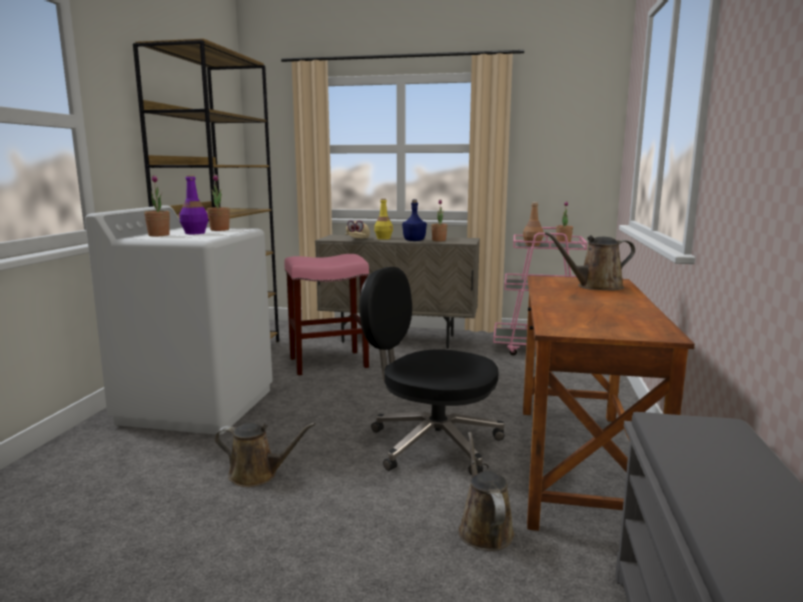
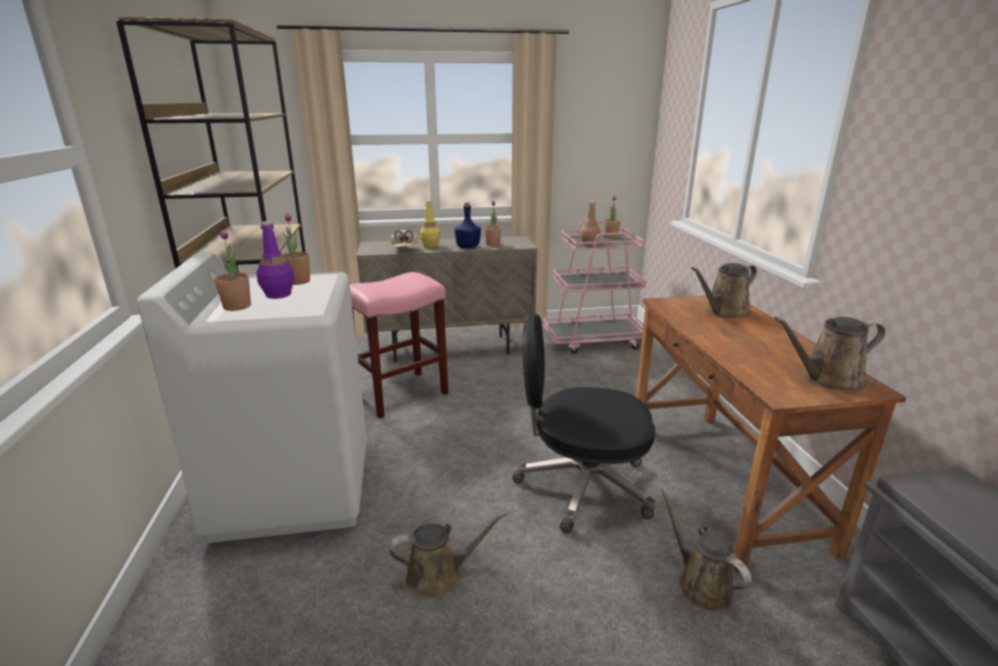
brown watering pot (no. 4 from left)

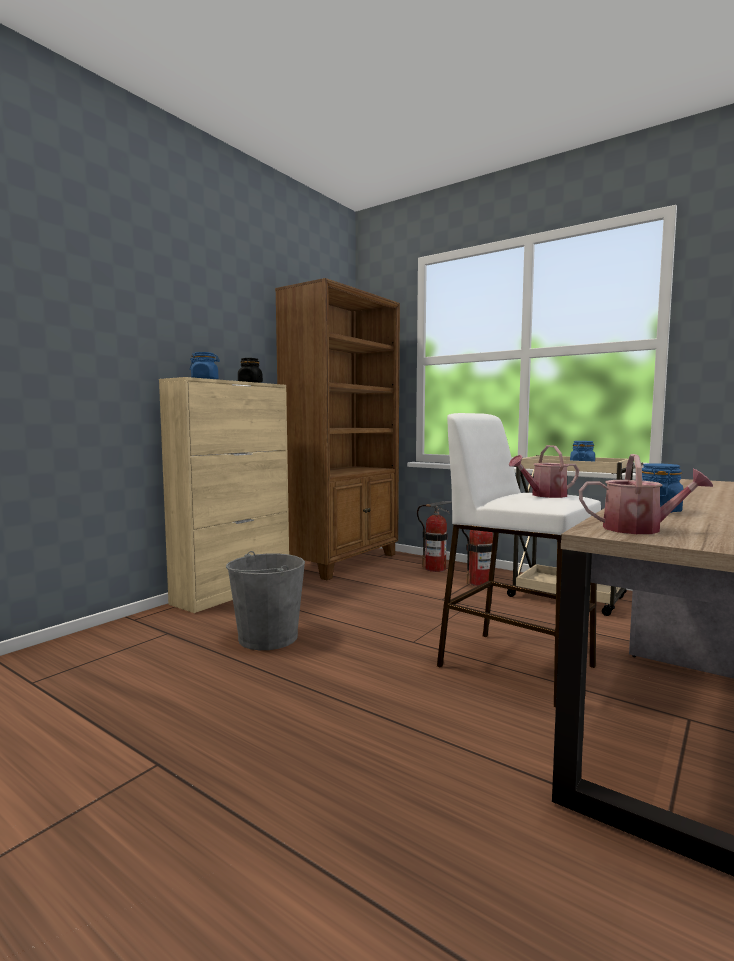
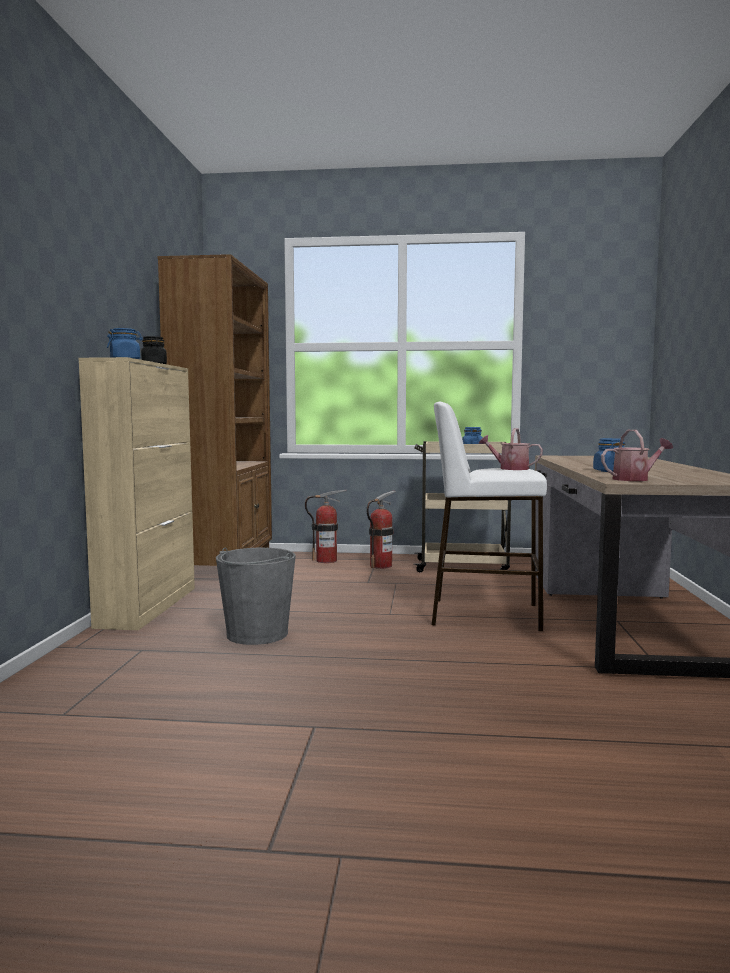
watering pot (no. 1 from left)

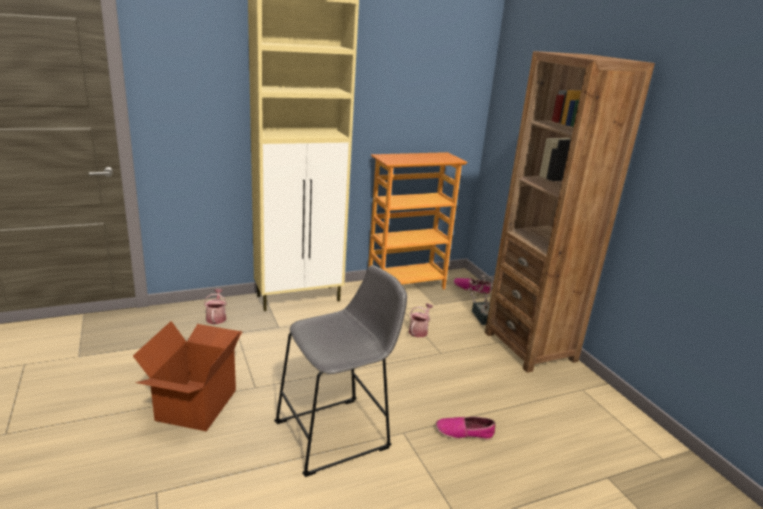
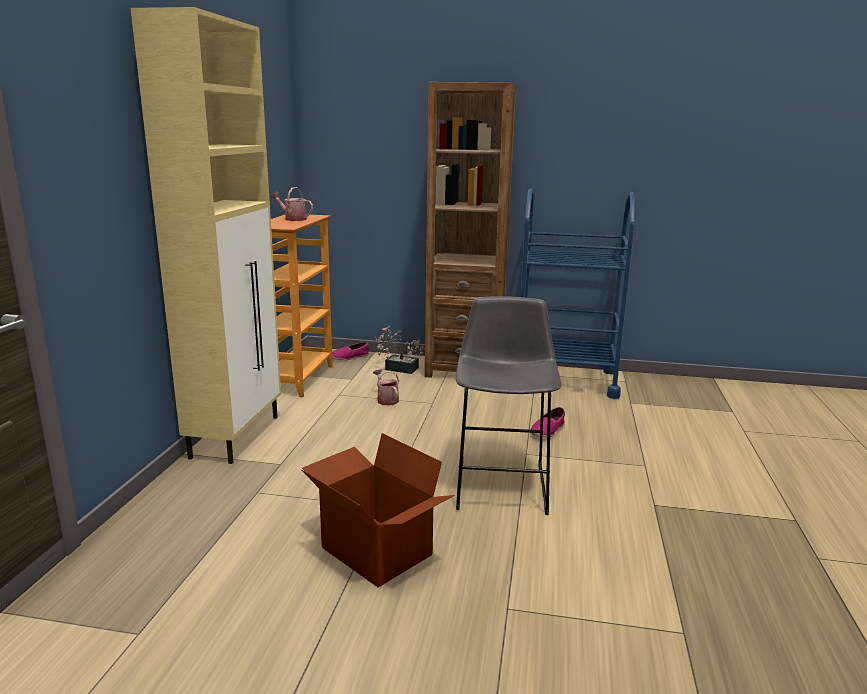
blue-coloured trolley
watering pot (no. 1 from left)

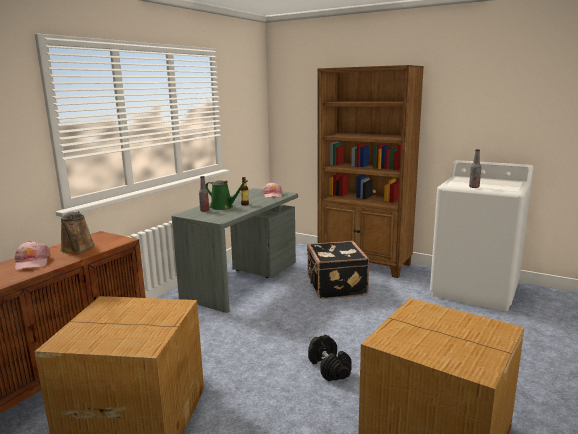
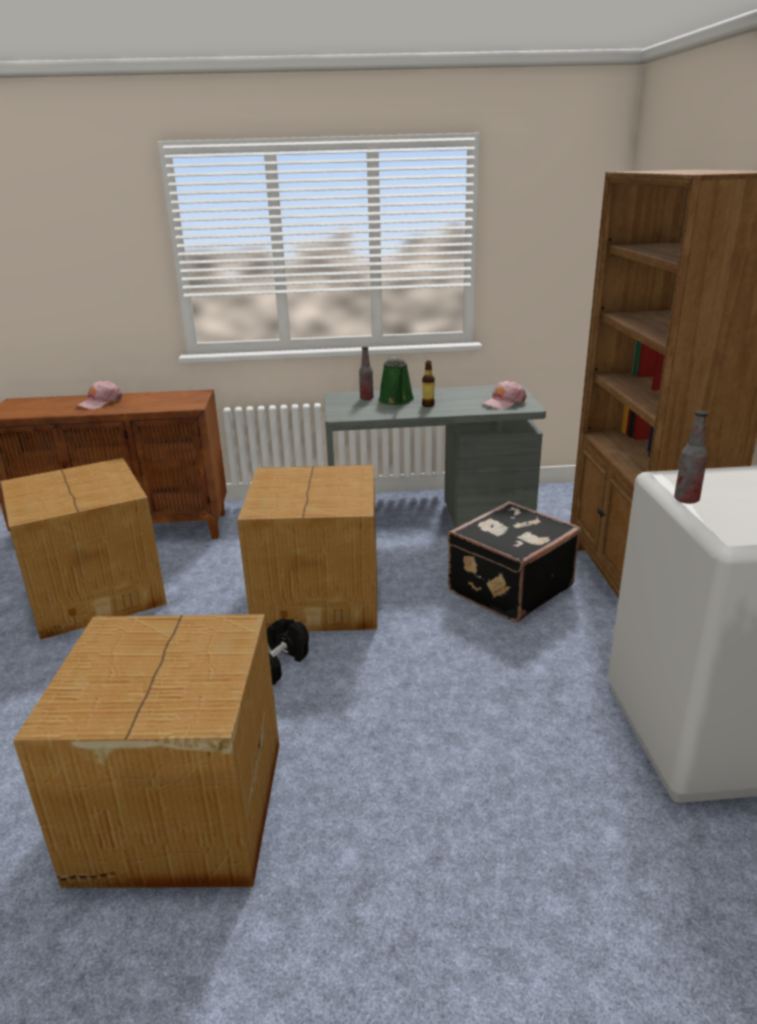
brown watering pot
cardboard box (no. 3 from left)

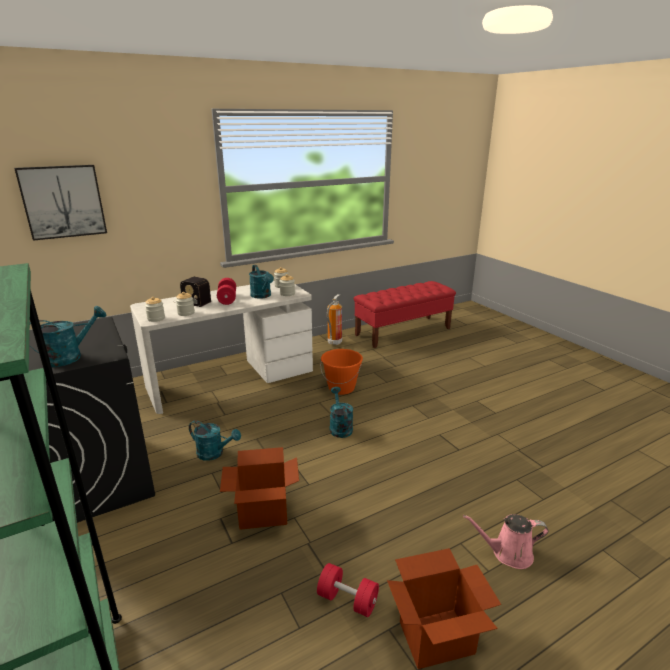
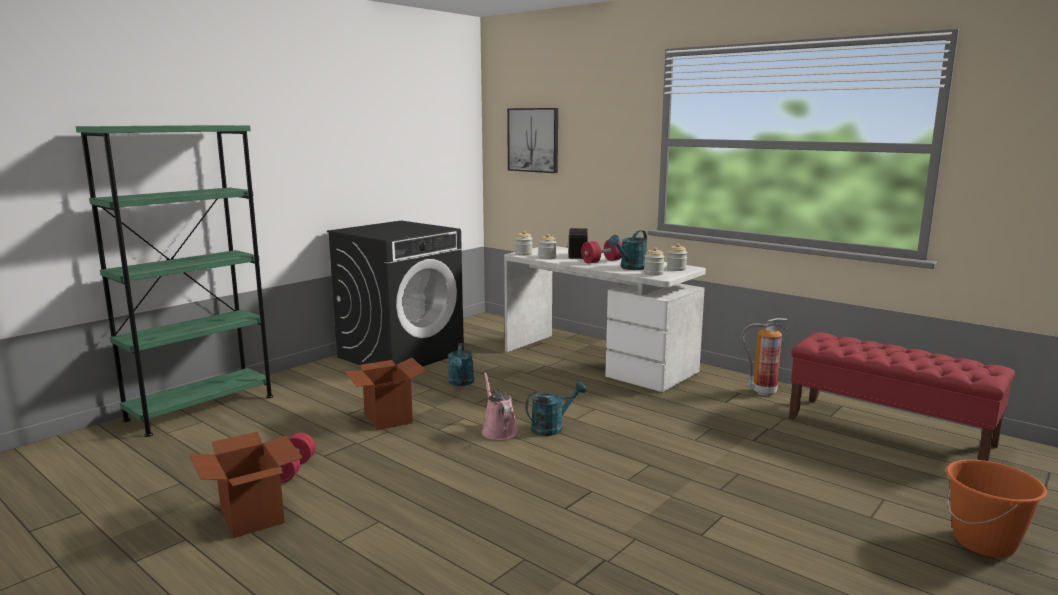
turquoise-coloured watering pot (no. 1 from left in the first image)
orangey water bucket
pink-coloured watering pot

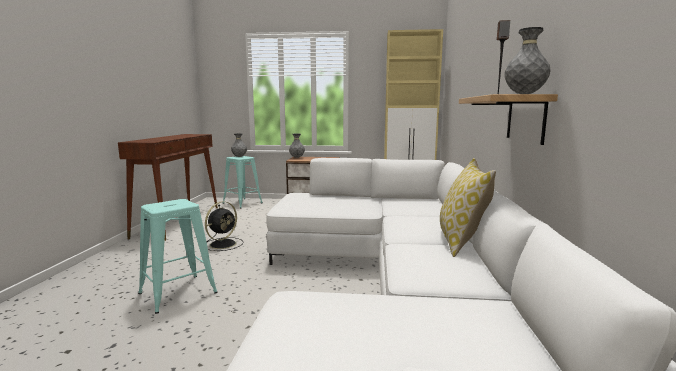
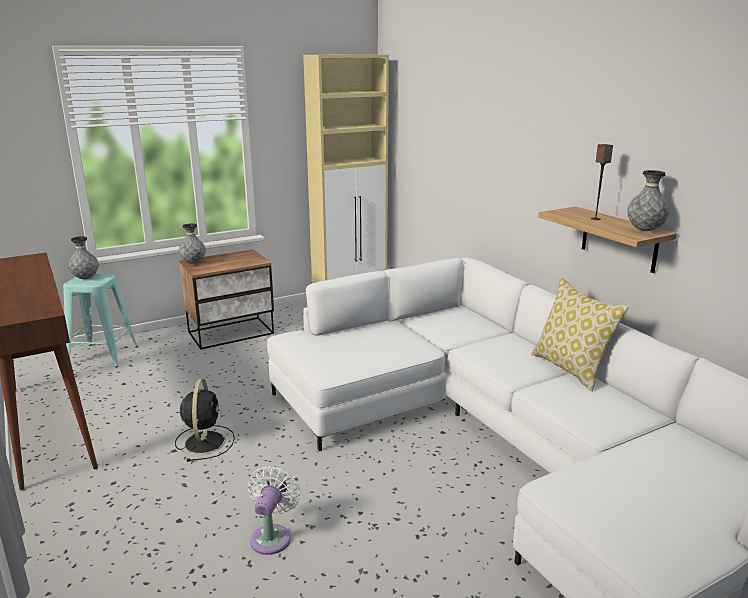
white-coloured cooling fan

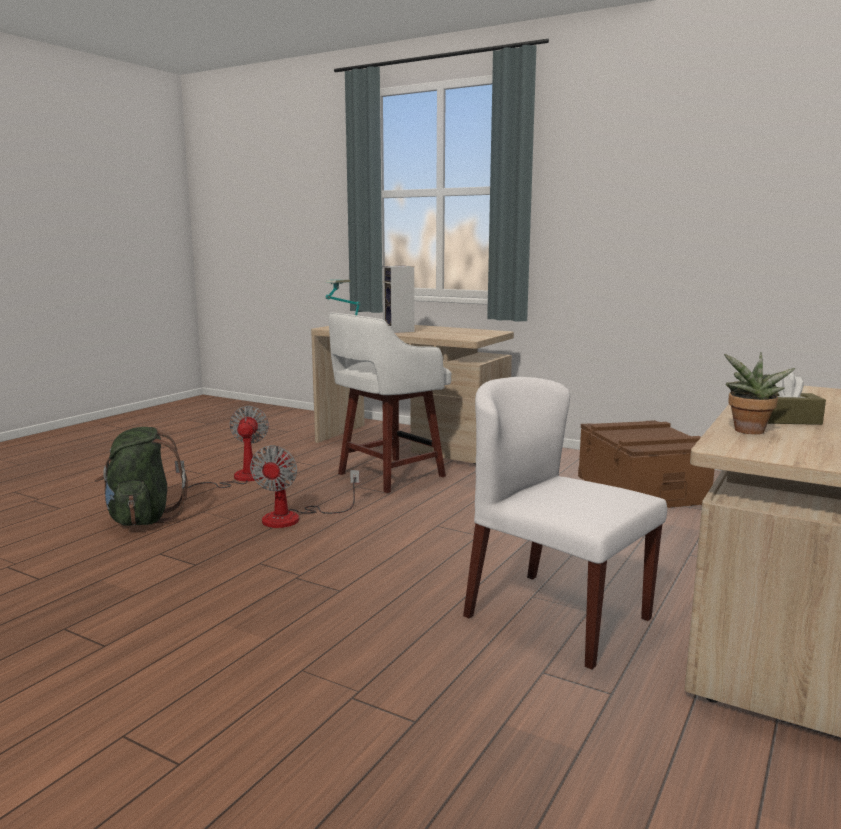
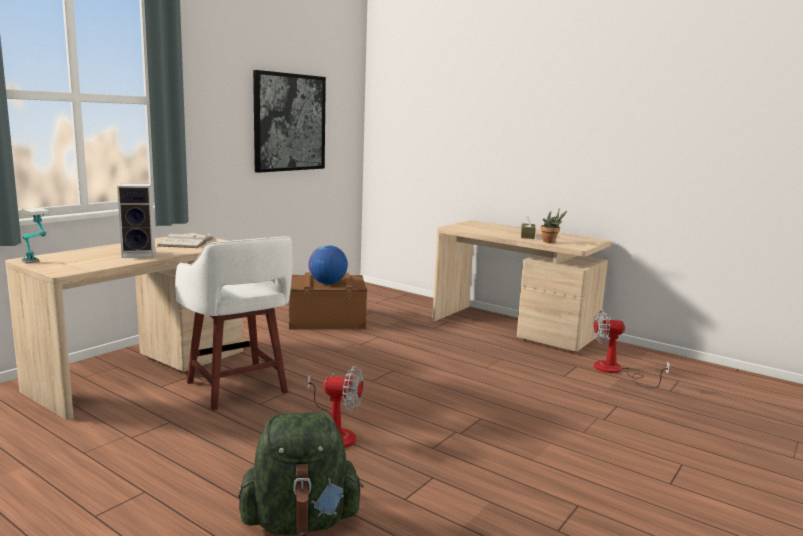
white-coloured upright chair
white-coloured book
picture
desk globe
cooling fan (no. 2 from left)

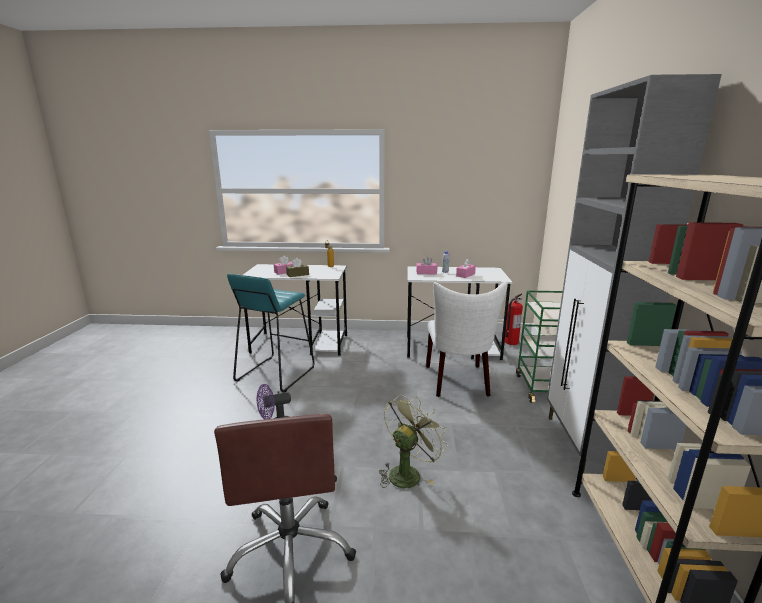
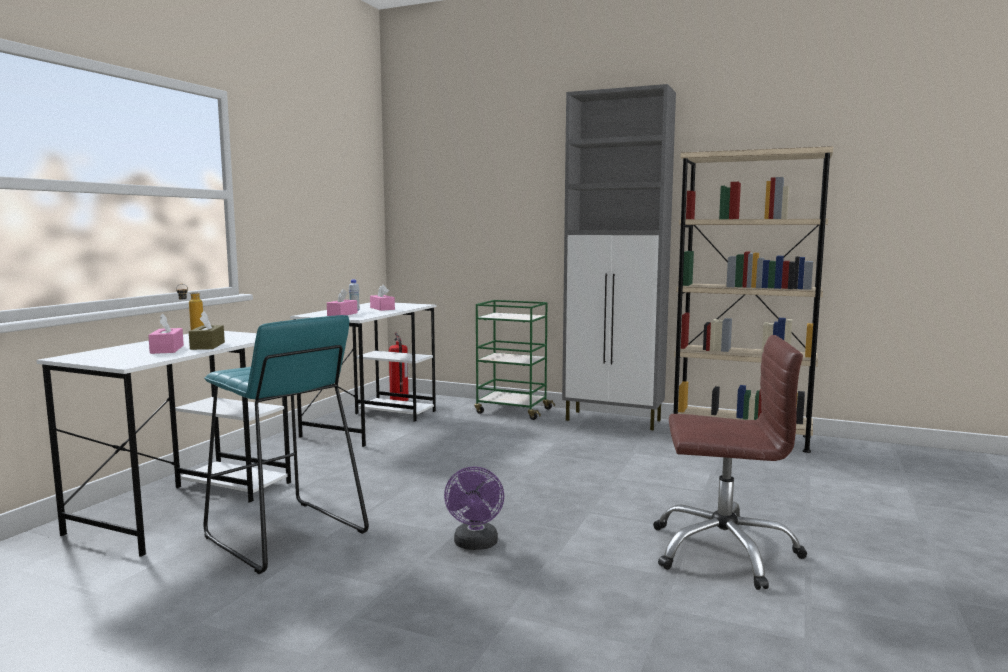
green cooling fan
white-coloured upright chair

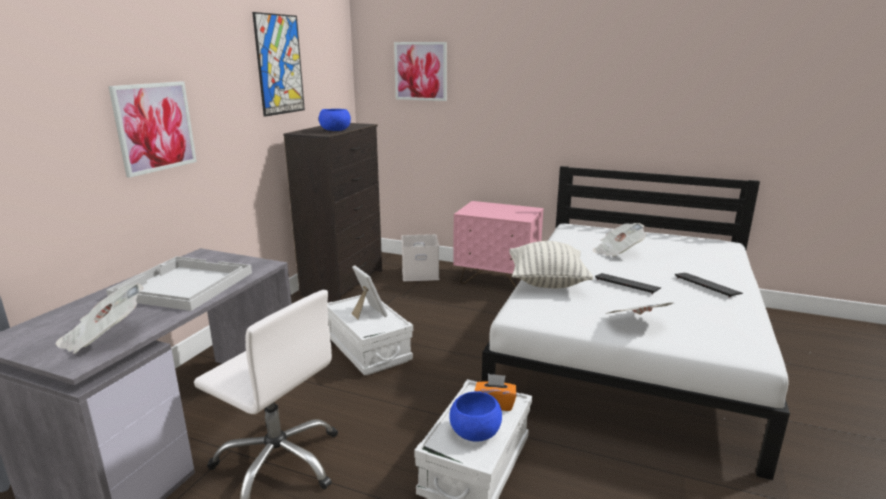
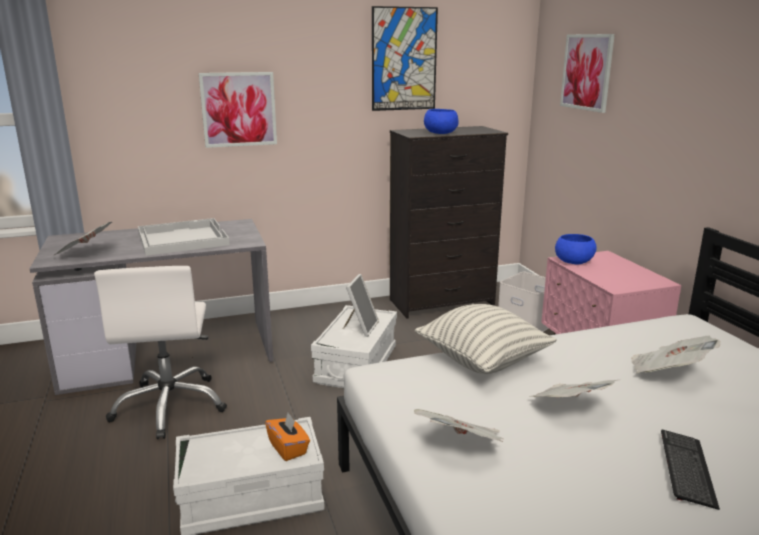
blue-coloured deep dish (no. 2 from left)
newspaper (no. 3 from left)

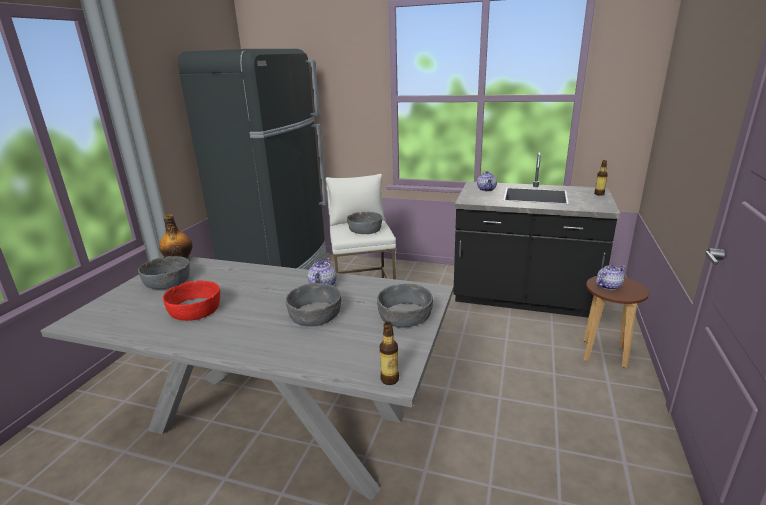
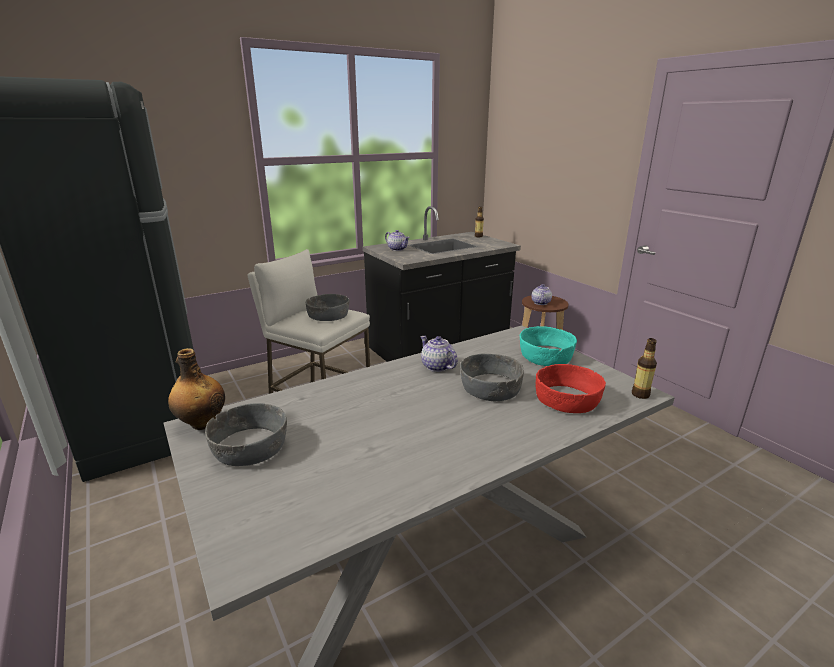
reddish deep dish
turquoise-coloured deep dish

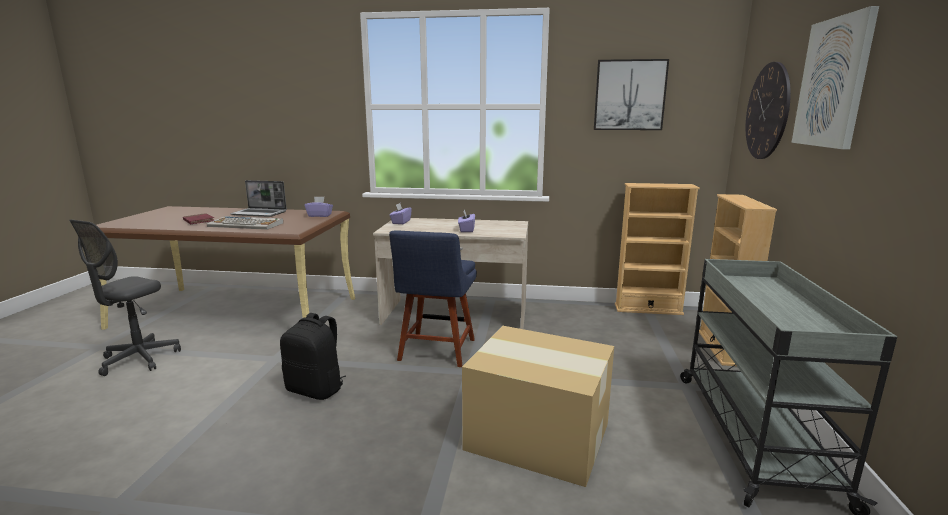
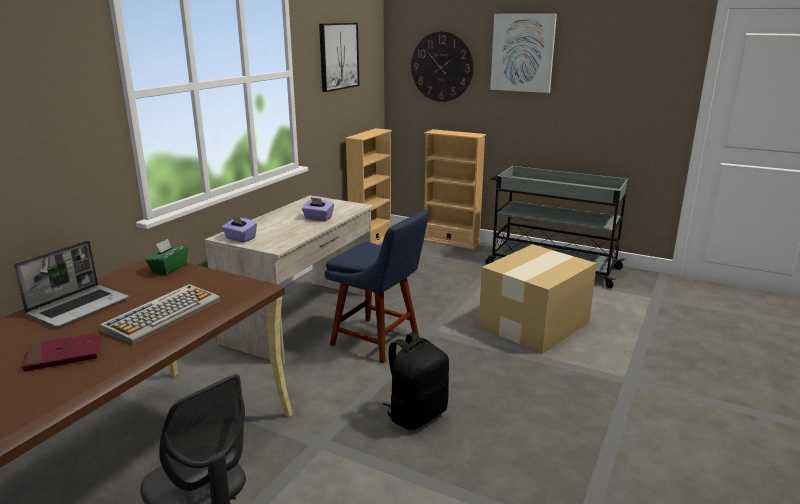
green tissue box

